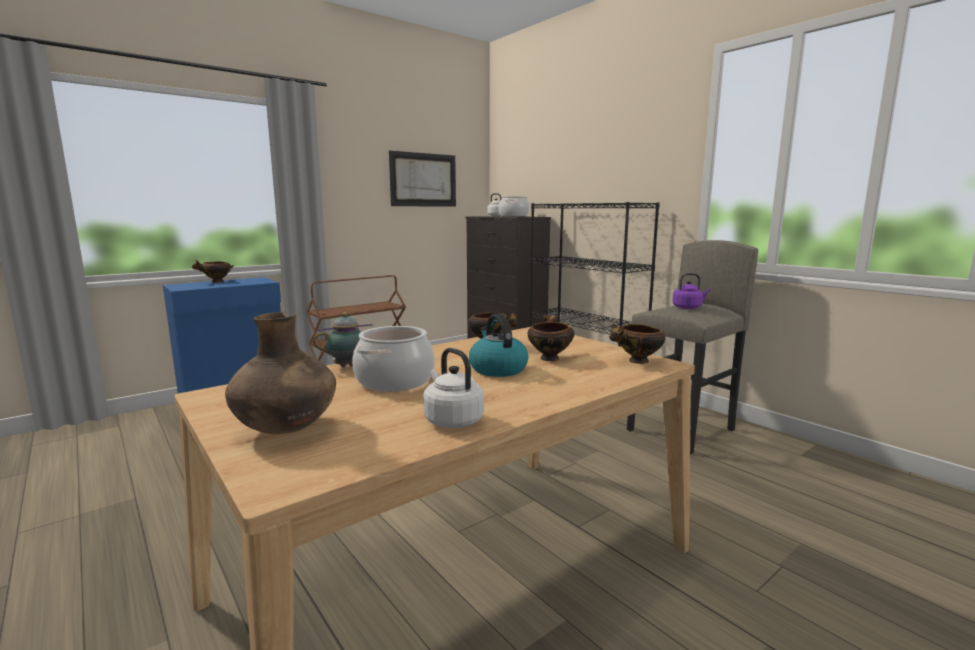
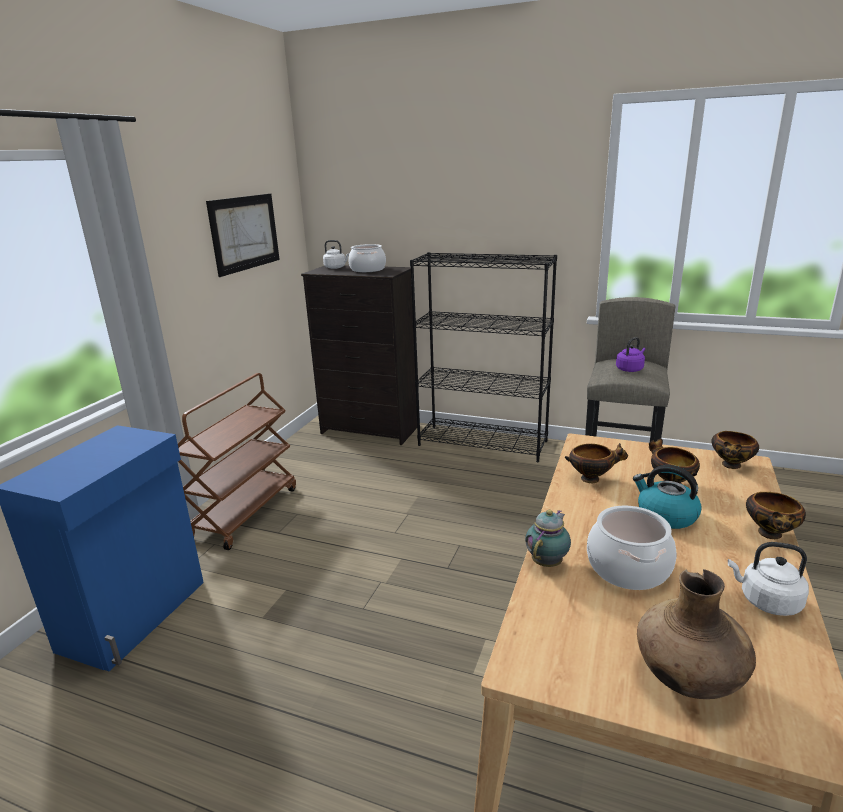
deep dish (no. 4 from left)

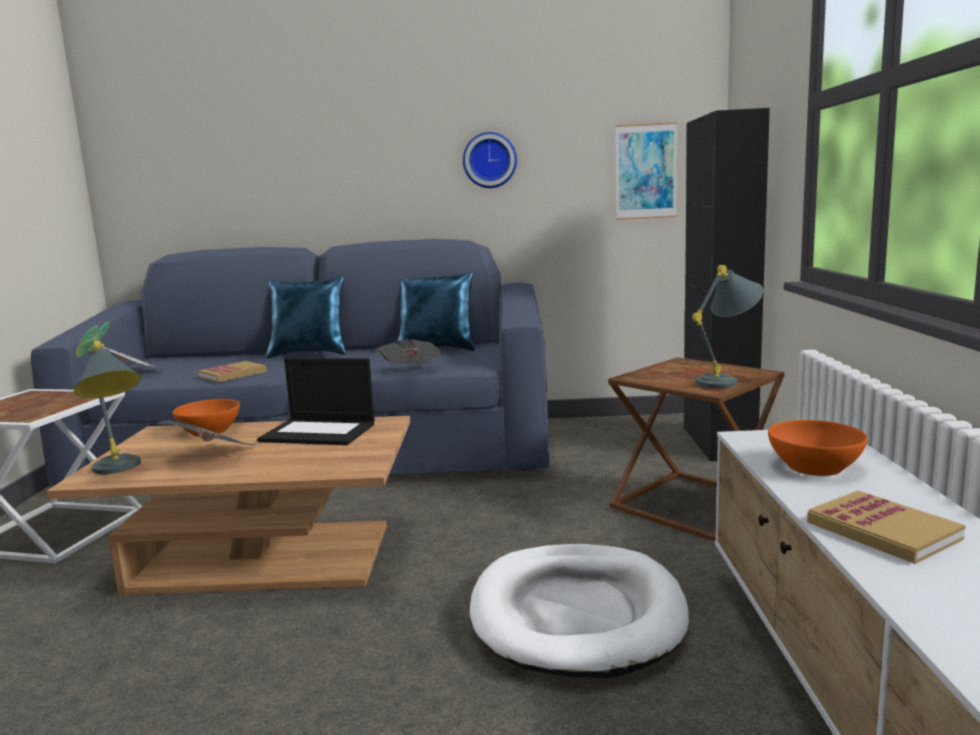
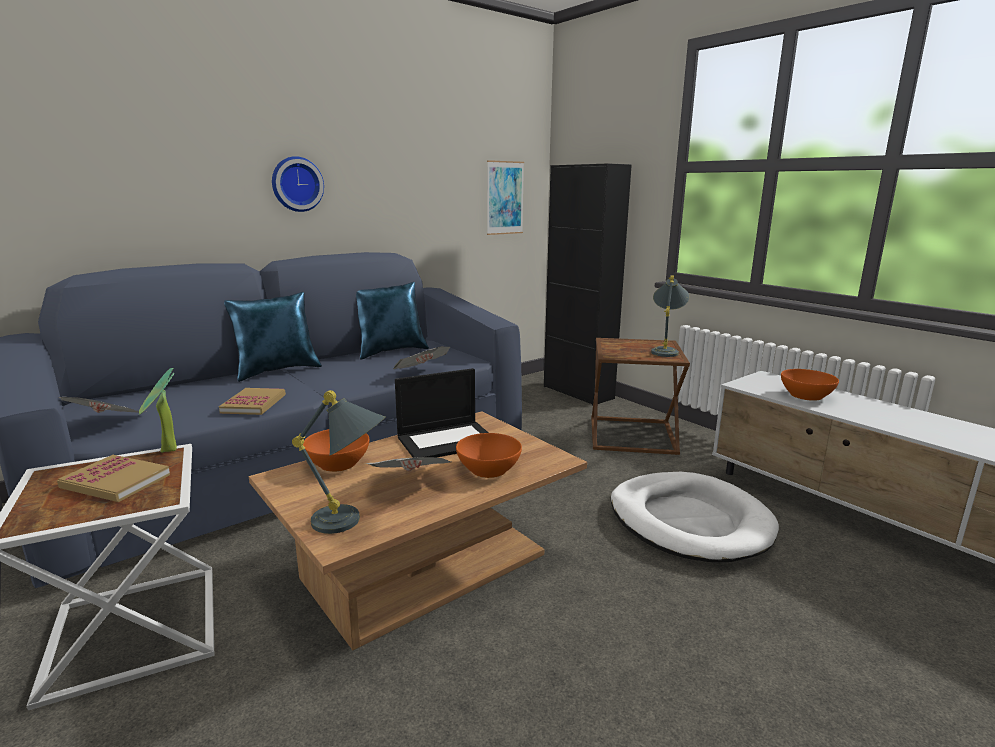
orangey deep dish (no. 2 from left)
clock on the wall
book (no. 1 from left)

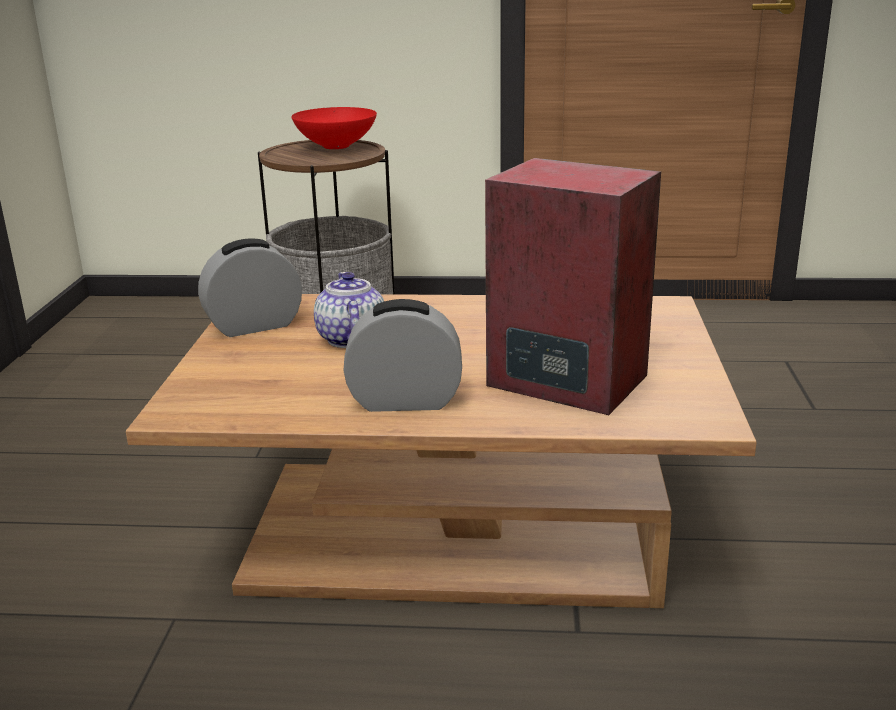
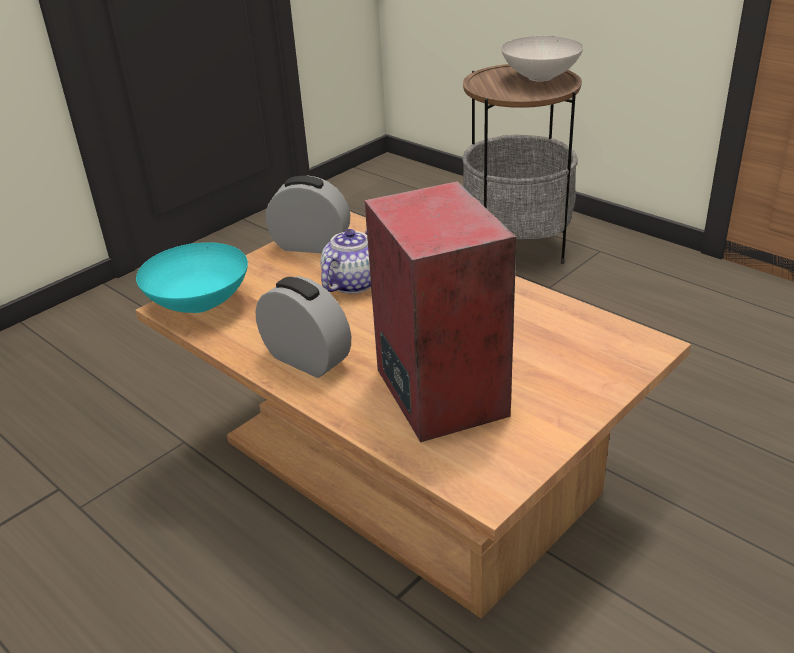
turquoise-coloured deep dish
white-coloured deep dish

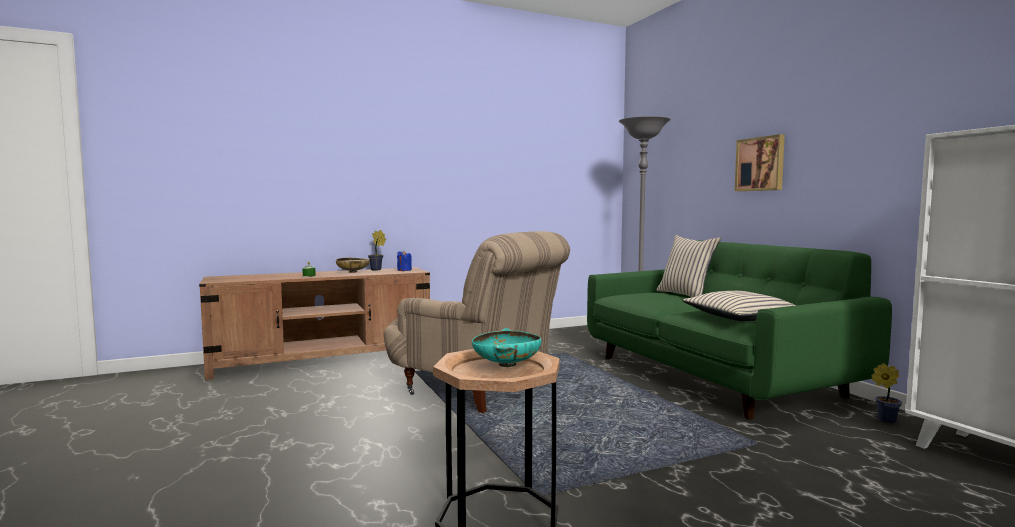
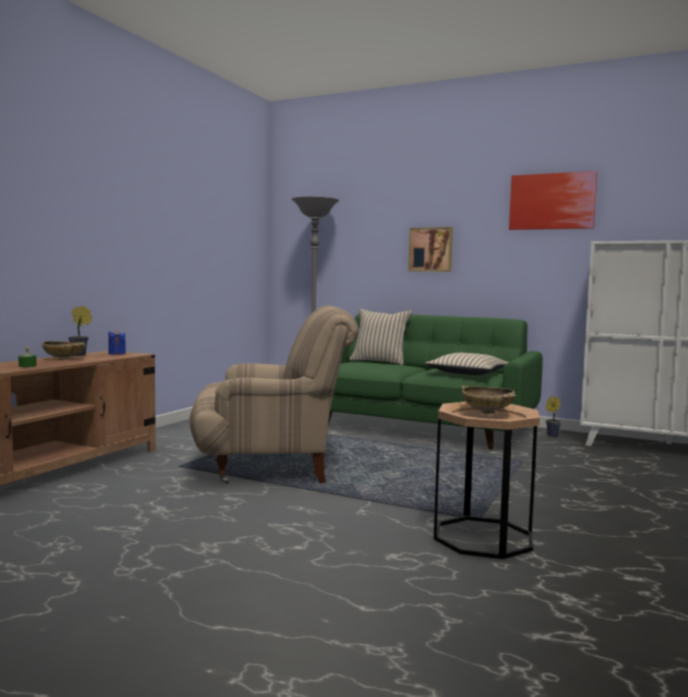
picture (no. 2 from left)
beige-coloured deep dish (no. 2 from left)

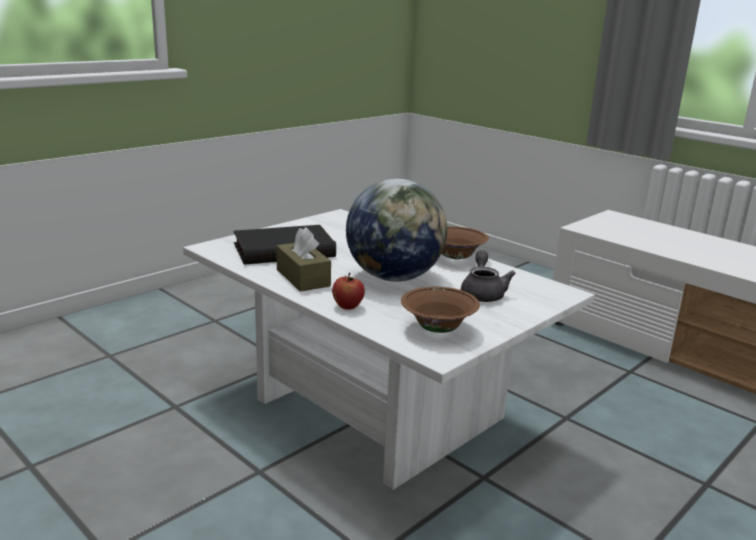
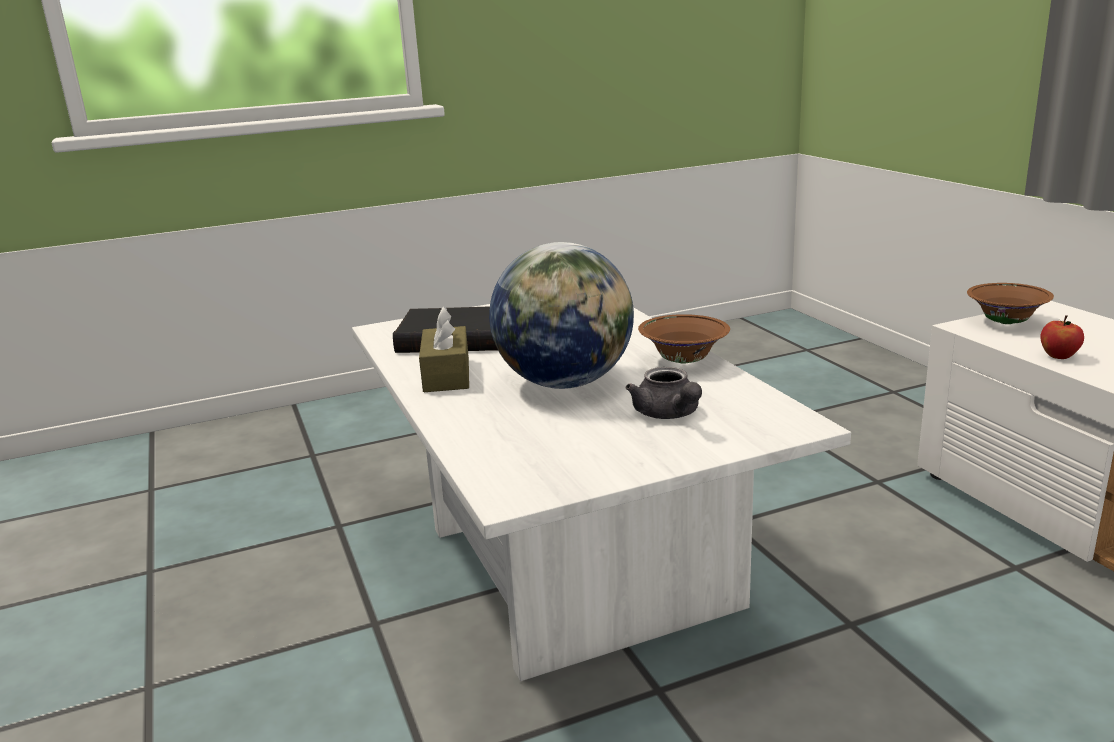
apple
brown deep dish (no. 2 from left)
greyish pot for tea

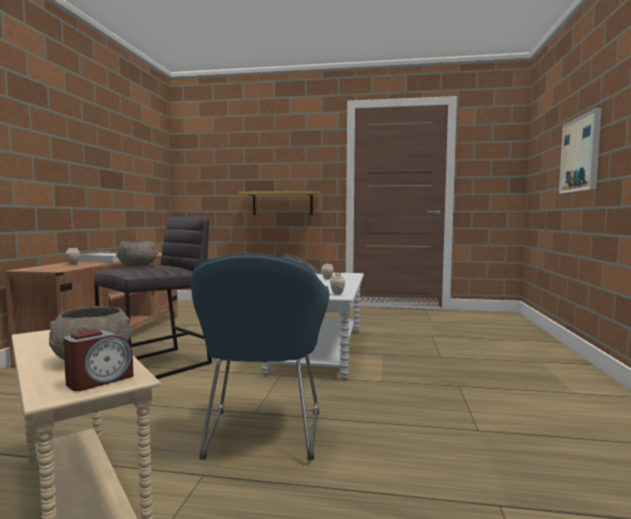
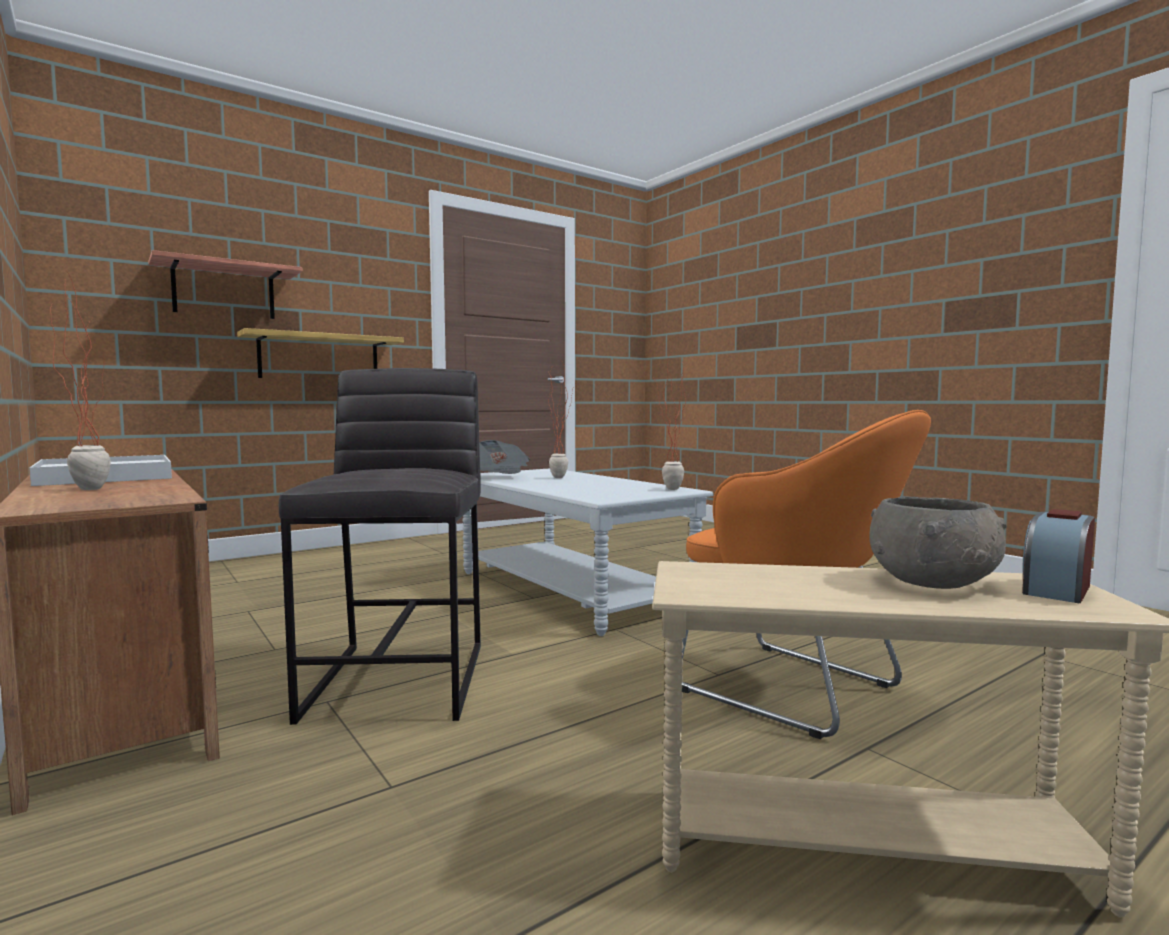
greyish deep dish (no. 2 from left in the first image)
picture
wall shelf (no. 1 from left)
orangey armchair
table clock

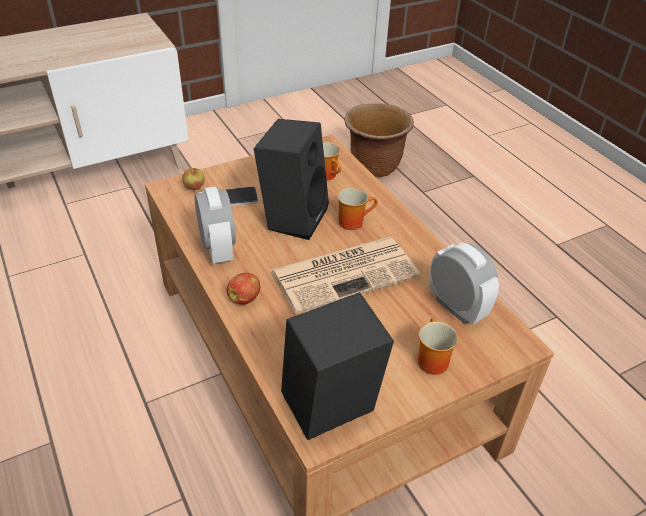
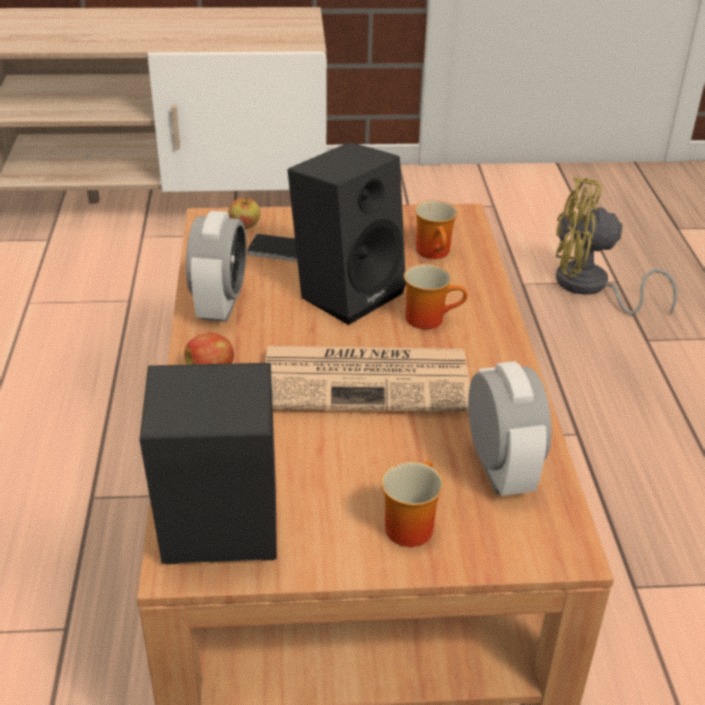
yellow-coloured cooling fan

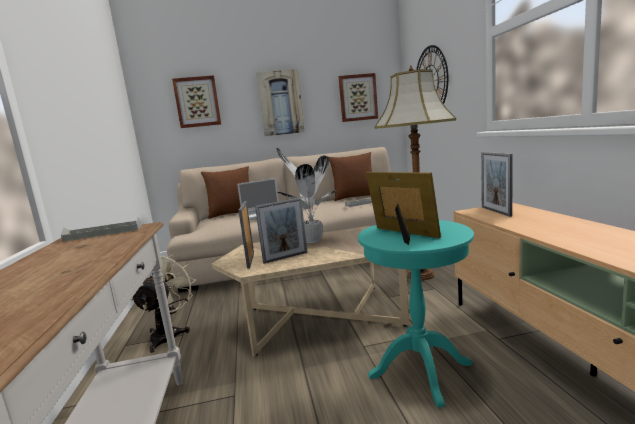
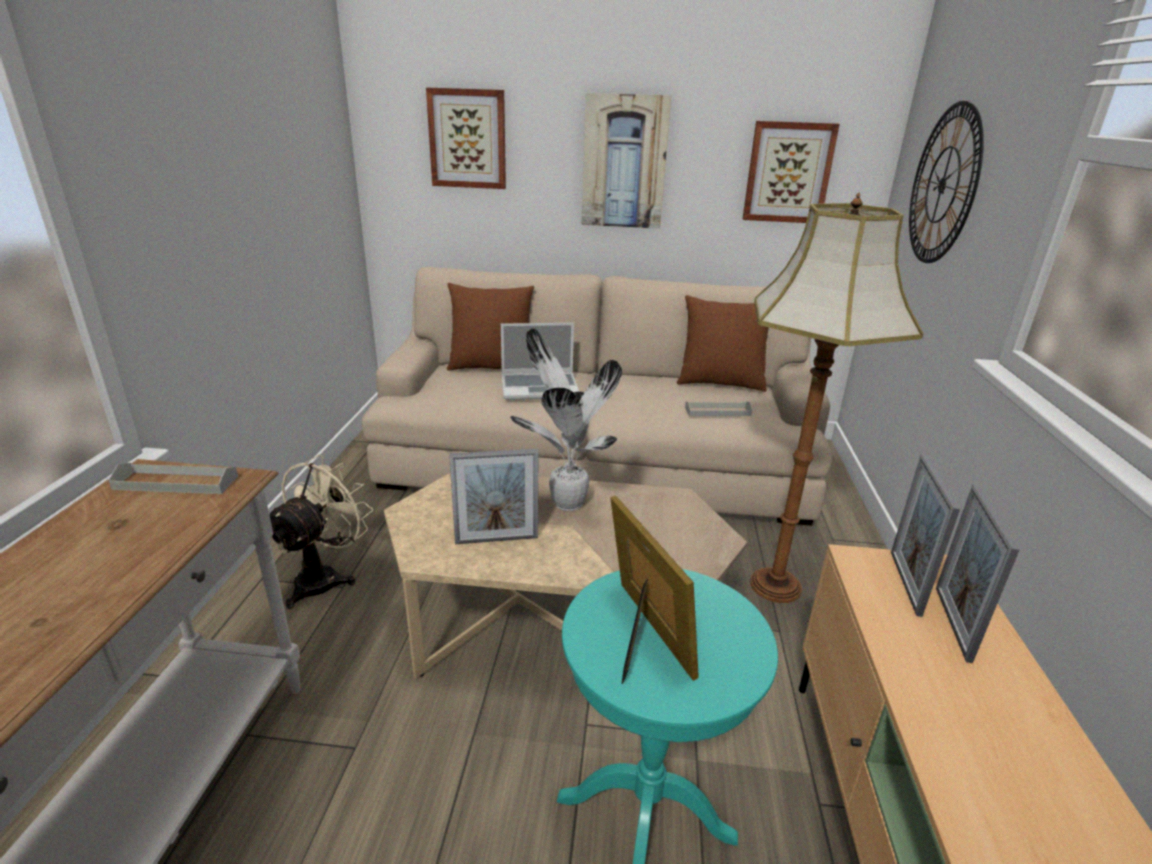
picture frame (no. 4 from left)

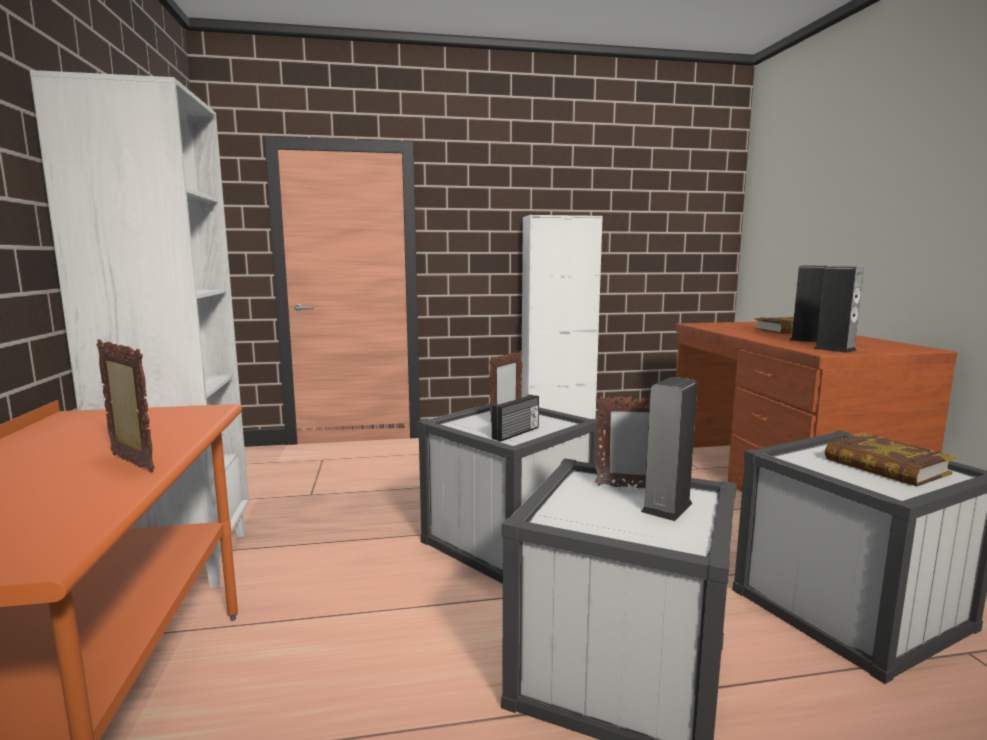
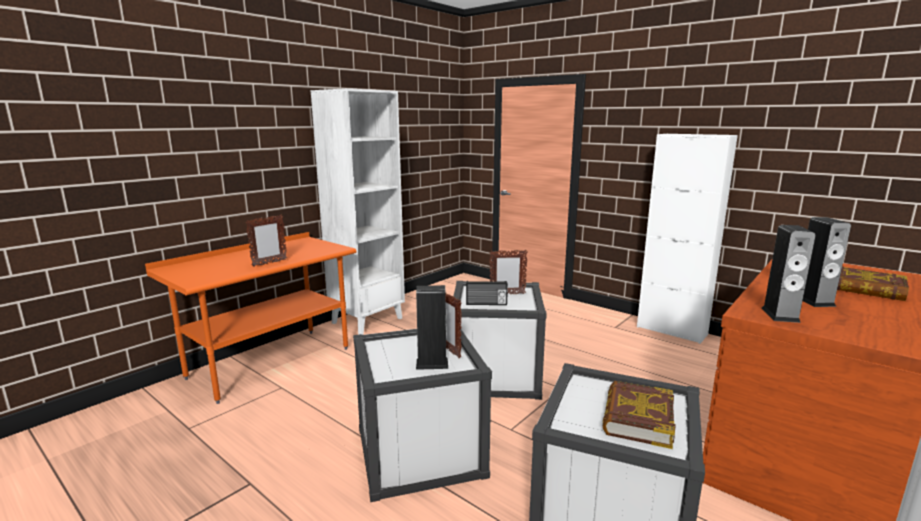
picture frame (no. 1 from left)

